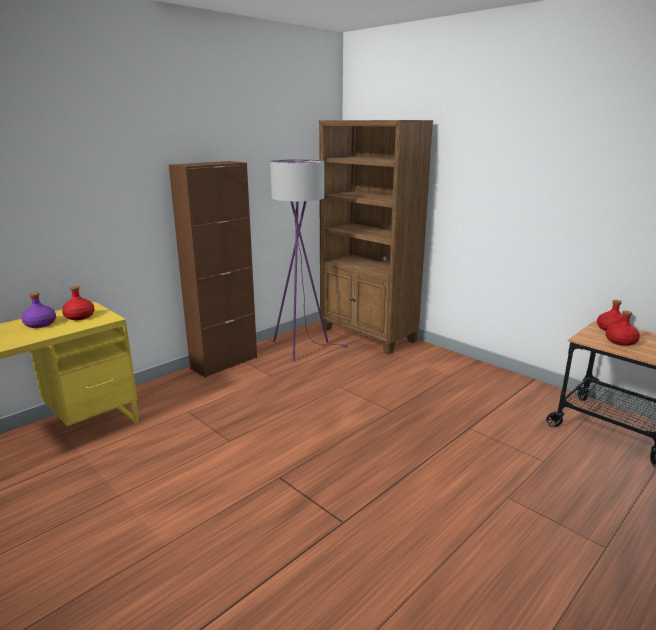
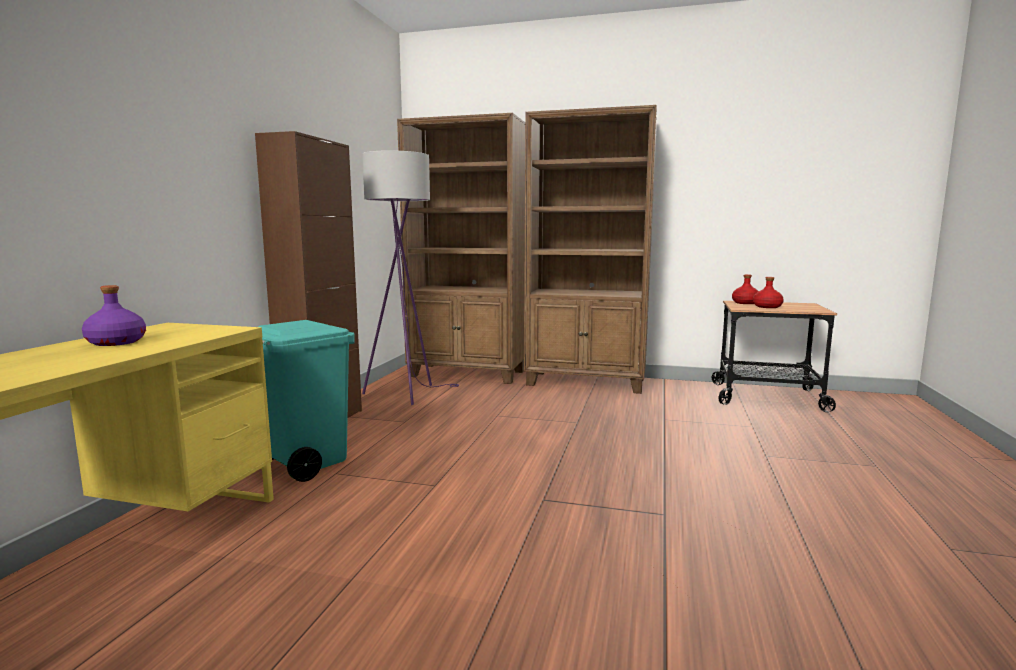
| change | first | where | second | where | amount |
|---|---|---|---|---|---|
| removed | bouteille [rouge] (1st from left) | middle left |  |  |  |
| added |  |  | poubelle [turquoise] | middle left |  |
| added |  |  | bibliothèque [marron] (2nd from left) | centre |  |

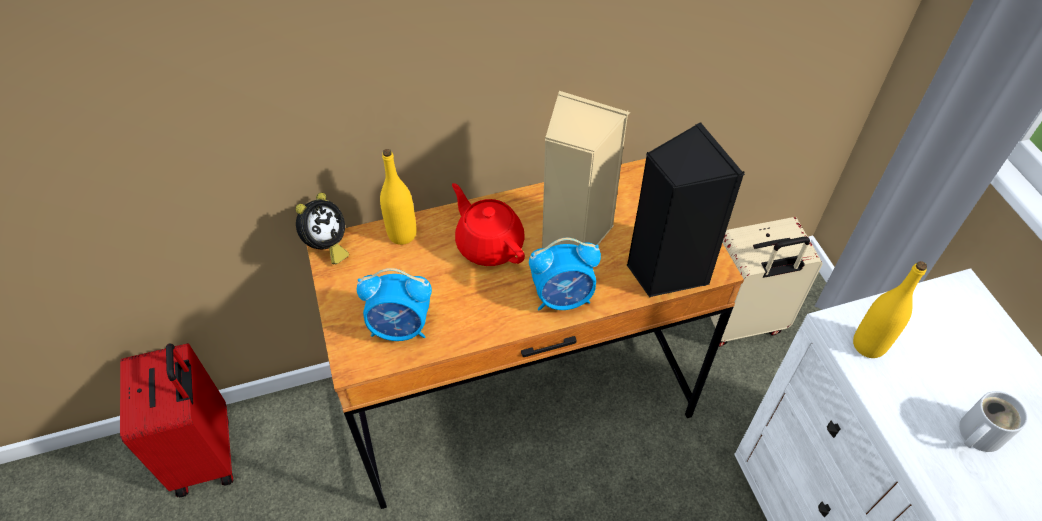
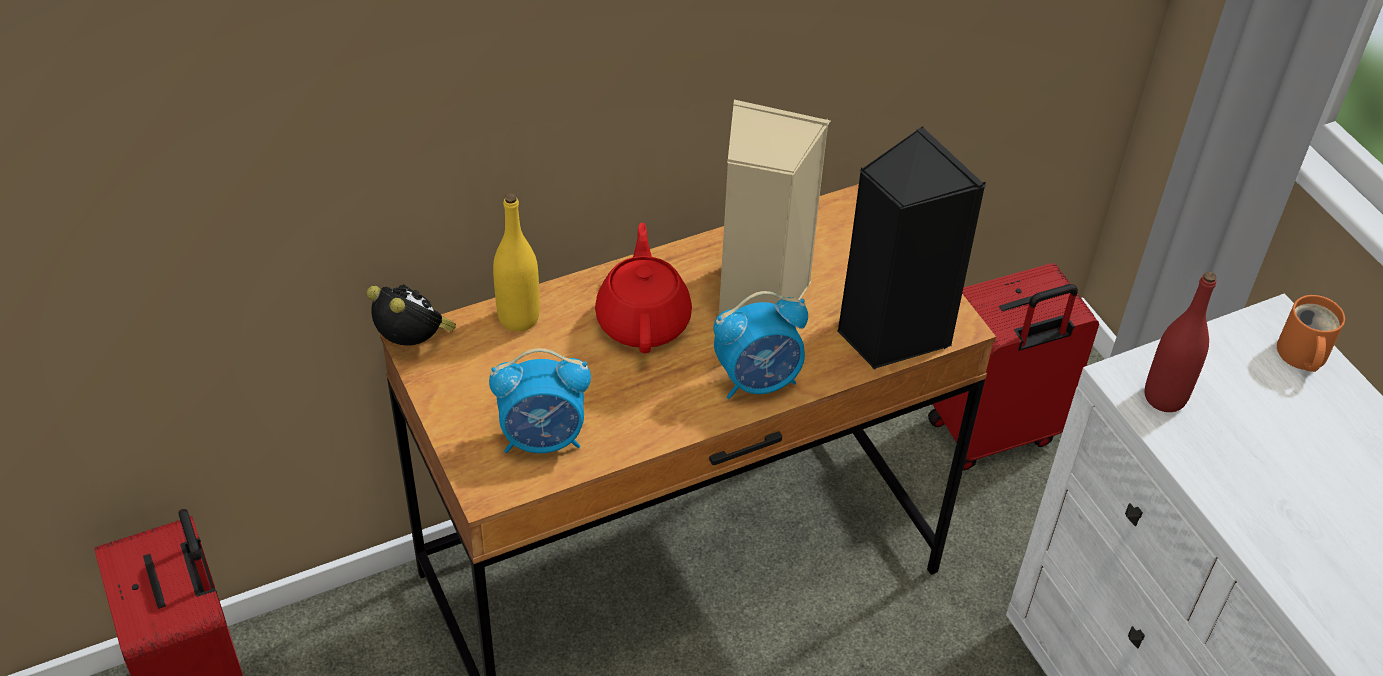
| change | first | where | second | where | amount |
|---|---|---|---|---|---|
| removed | mug [blanc] | bottom right |  |  |  |
| added |  |  | mug [orange] | middle right |  |
| recoloured | valise [beige] | middle right | valise [rouge] (2nd from left) | middle right |  |
| recoloured | bouteille [jaune] (2nd from left) | middle right | bouteille [rouge] | middle right |  |
| turned | réveil (1st from left) | middle left |  | middle left | 75 degrees counterclockwise |
| turned | théière [rouge] | centre |  | centre | 45 degrees clockwise |

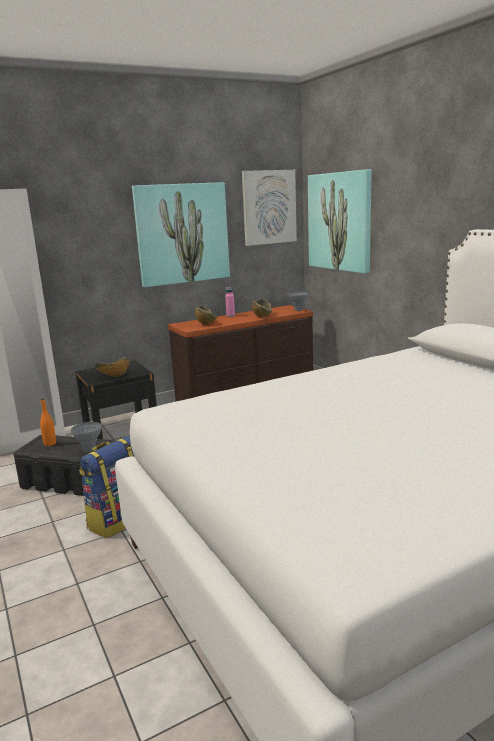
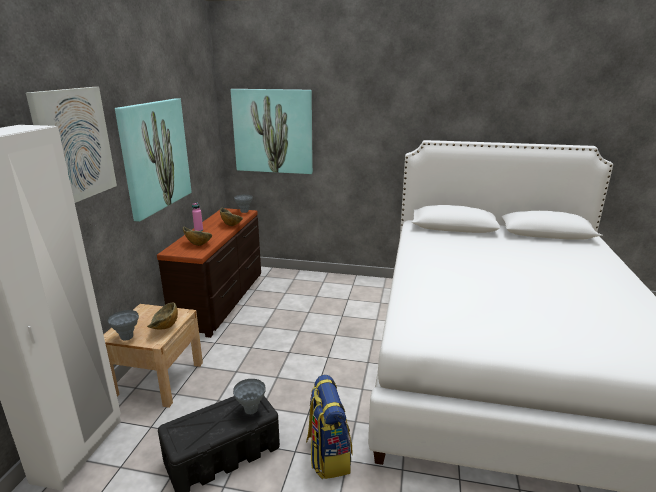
| change | first | where | second | where | amount |
|---|---|---|---|---|---|
| removed | bouteille [orange] | middle left |  |  |  |
| added |  |  | vase [gris] (1st from left) | middle left |  |
| moved | tableau (2nd from left in the first image) | top centre | tableau (1st from left) | top left |  |
| recoloured | table de chevet [noir] | middle left | table de chevet [beige] | bottom left |  |

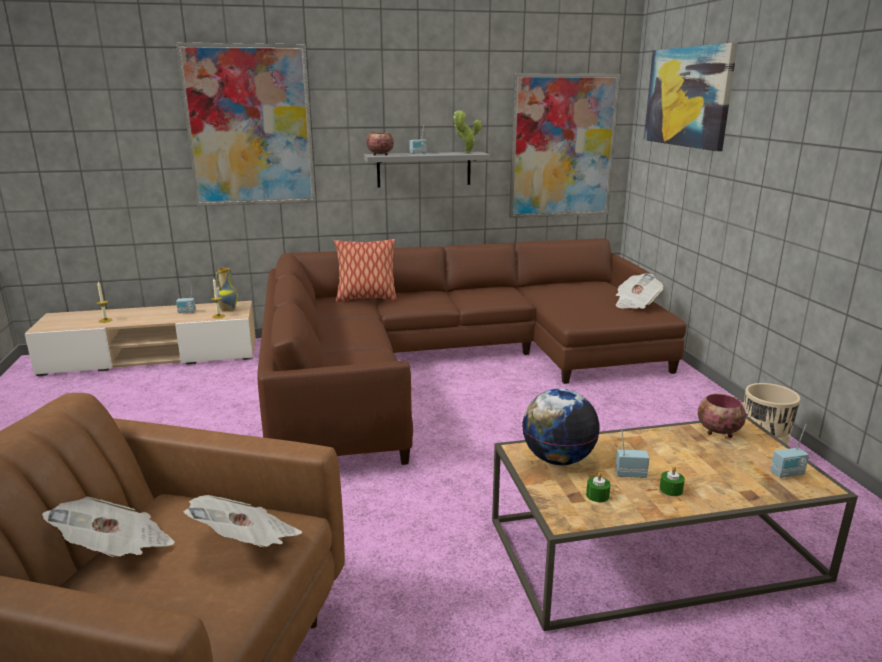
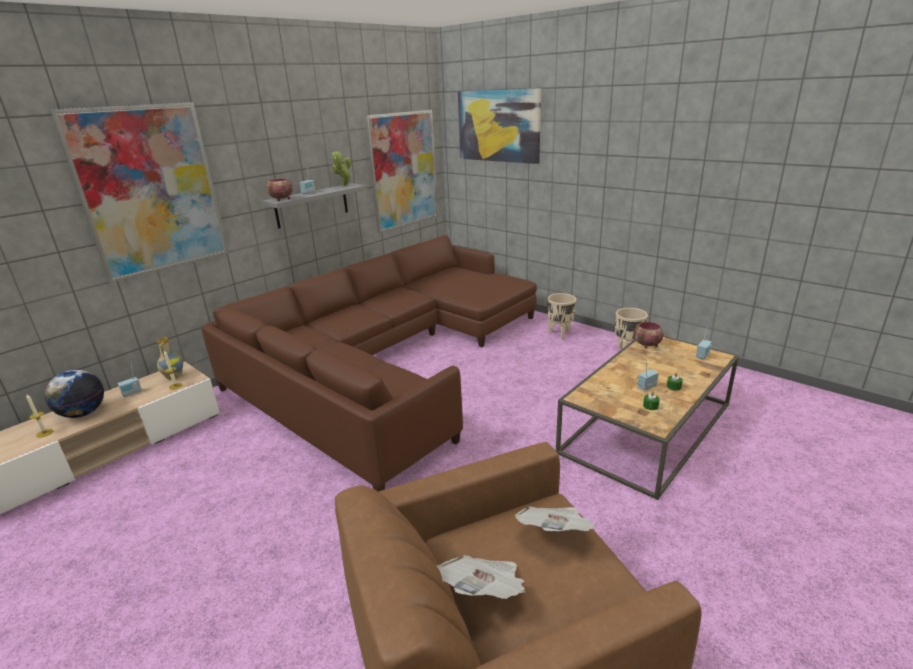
| change | first | where | second | where | amount |
|---|---|---|---|---|---|
| removed | coussin | centre |  |  |  |
| removed | journal (3rd from left) | middle right |  |  |  |
| added |  |  | cache-pot [beige] (1st from left) | centre |  |
| moved | globe | centre |  | middle left |  |

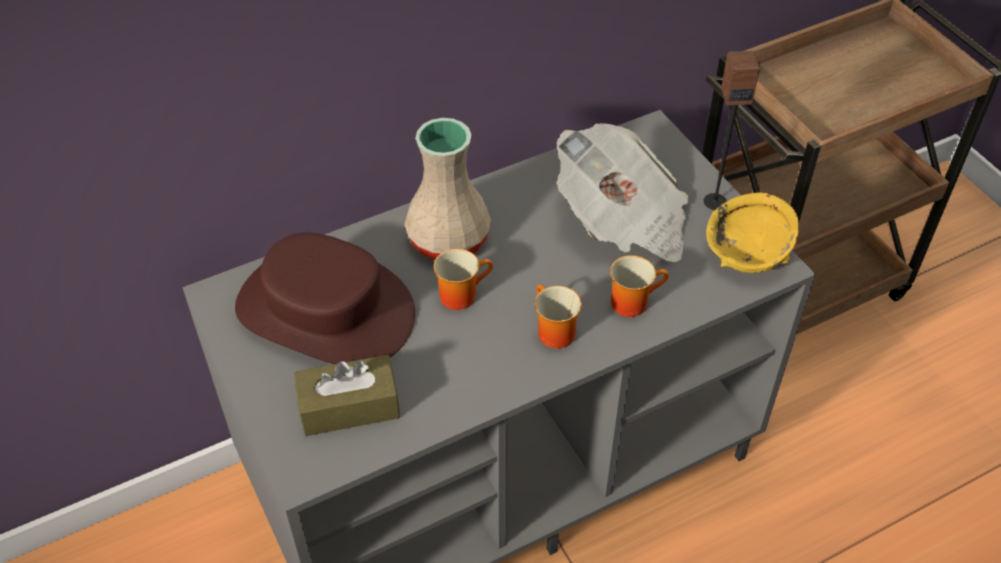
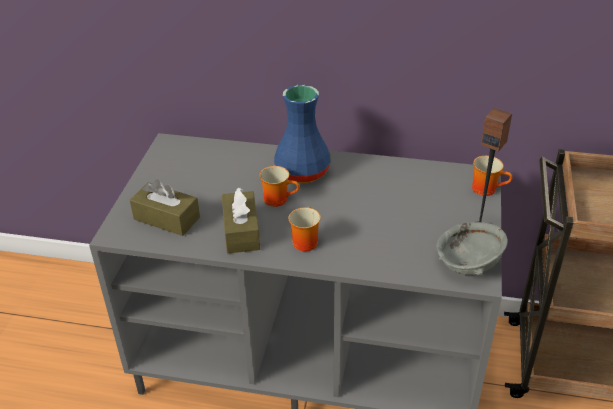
| change | first | where | second | where | amount |
|---|---|---|---|---|---|
| removed | chapeau [marron] | middle left |  |  |  |
| removed | journal | centre |  |  |  |
| added |  |  | boîte à mouchoirs [marron] (2nd from left) | centre |  |
| moved | mug (3rd from left) | centre |  | middle right |  |
| recoloured | vase [beige] | centre | vase [bleu] | top centre |  |
| recoloured | bol [jaune] | middle right | bol [gris] | middle right |  |

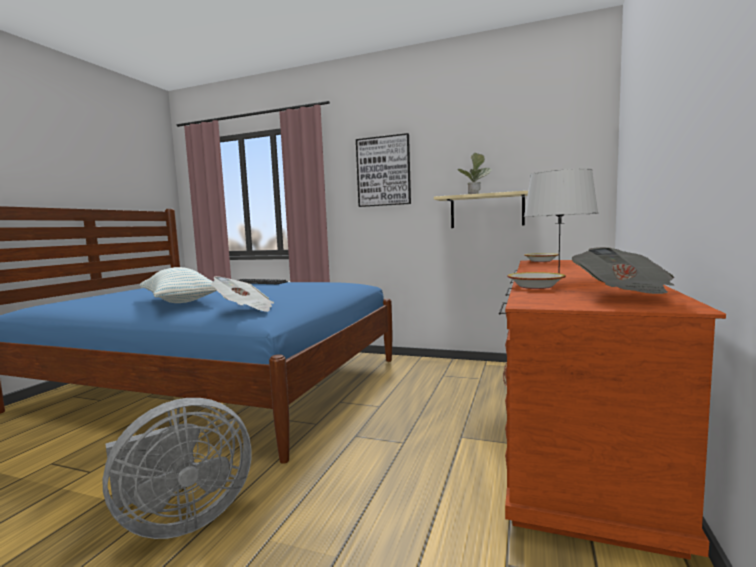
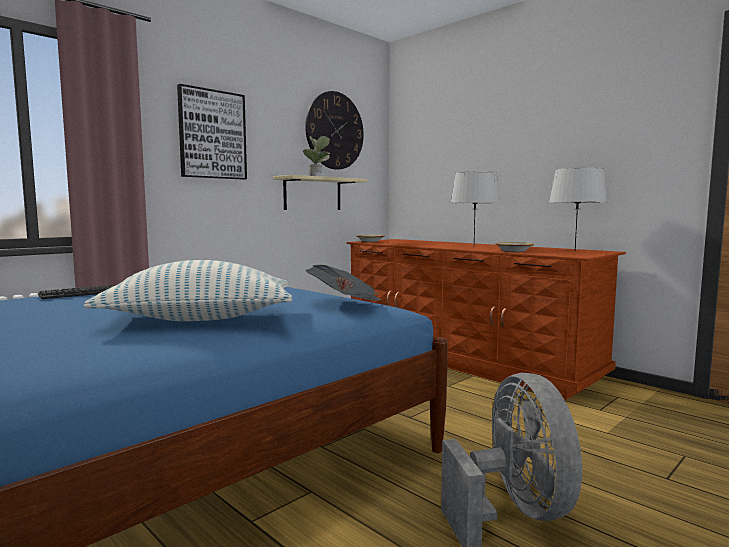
| change | first | where | second | where | amount |
|---|---|---|---|---|---|
| added |  |  | horloge murale | top centre |  |
| replaced | journal (2nd from left) | middle right | lampe de table [gris] (2nd from left) | middle right |  |

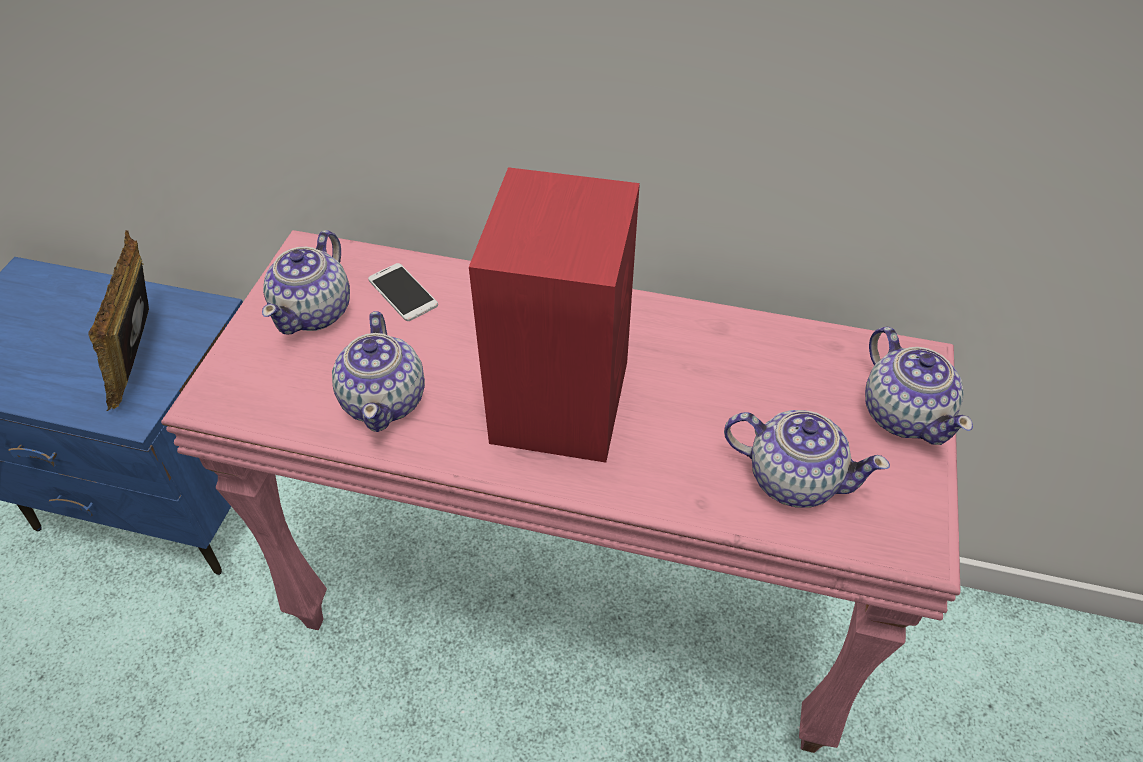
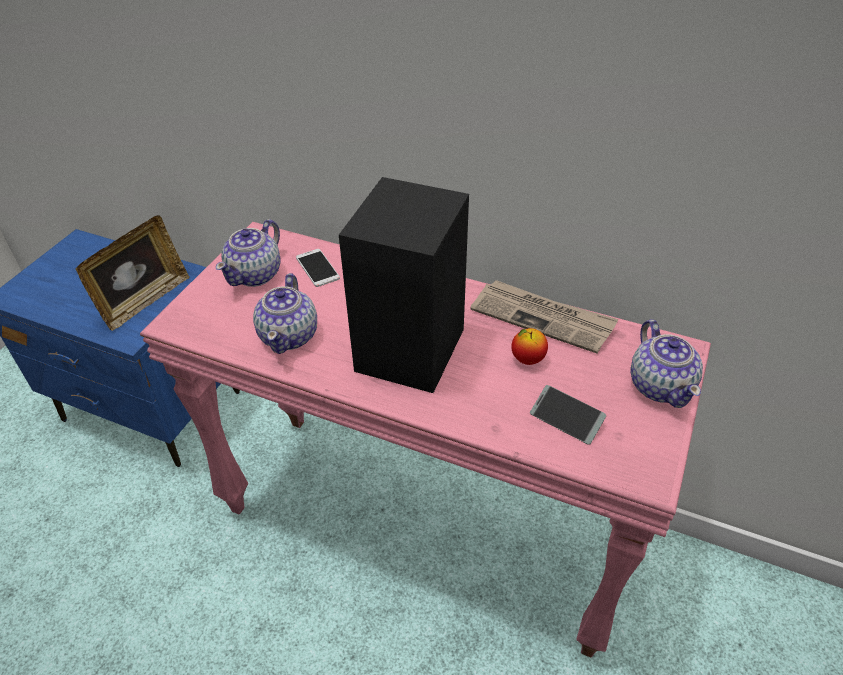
| change | first | where | second | where | amount |
|---|---|---|---|---|---|
| added |  |  | journal | centre |  |
| added |  |  | pomme | centre |  |
| replaced | théière (3rd from left) | middle right | téléphone (2nd from left) | middle right |  |
| recoloured | enceinte [rouge] | centre | enceinte [noir] | centre |  |
| turned | cadre photo | middle left |  | middle left | 150 degrees counterclockwise |

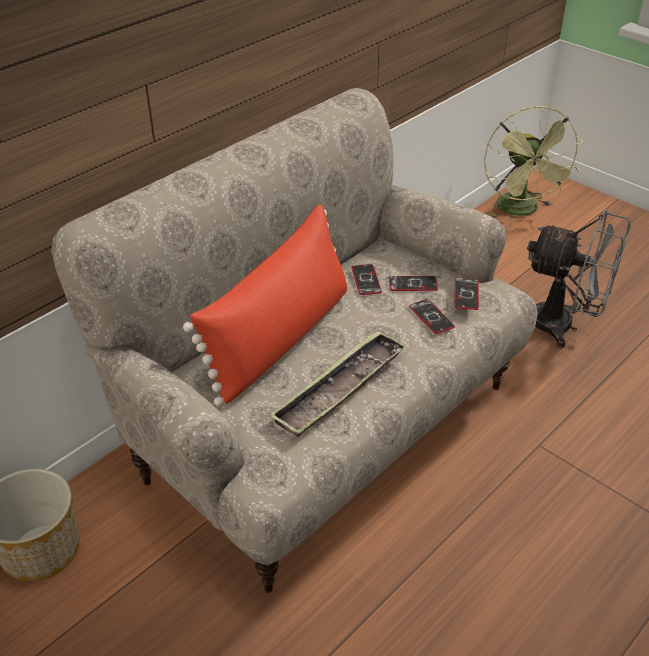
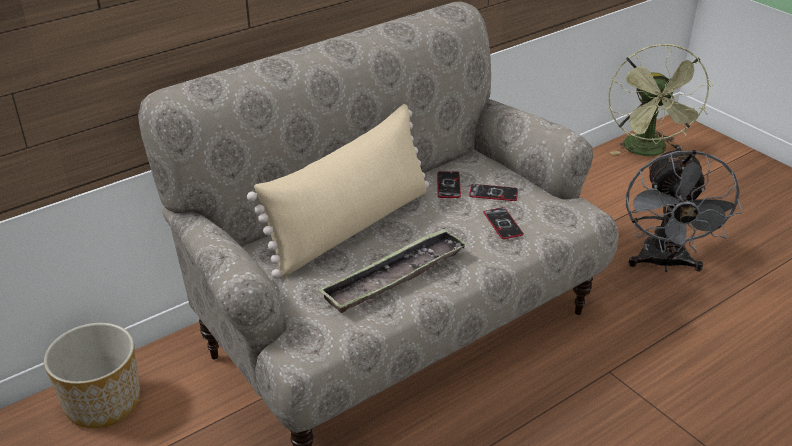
| change | first | where | second | where | amount |
|---|---|---|---|---|---|
| removed | téléphone (4th from left) | middle right |  |  |  |
| recoloured | coussin [rouge] | centre | coussin [beige] | centre |  |
| turned | ventilateur [gris] | middle right |  | middle right | 60 degrees clockwise |

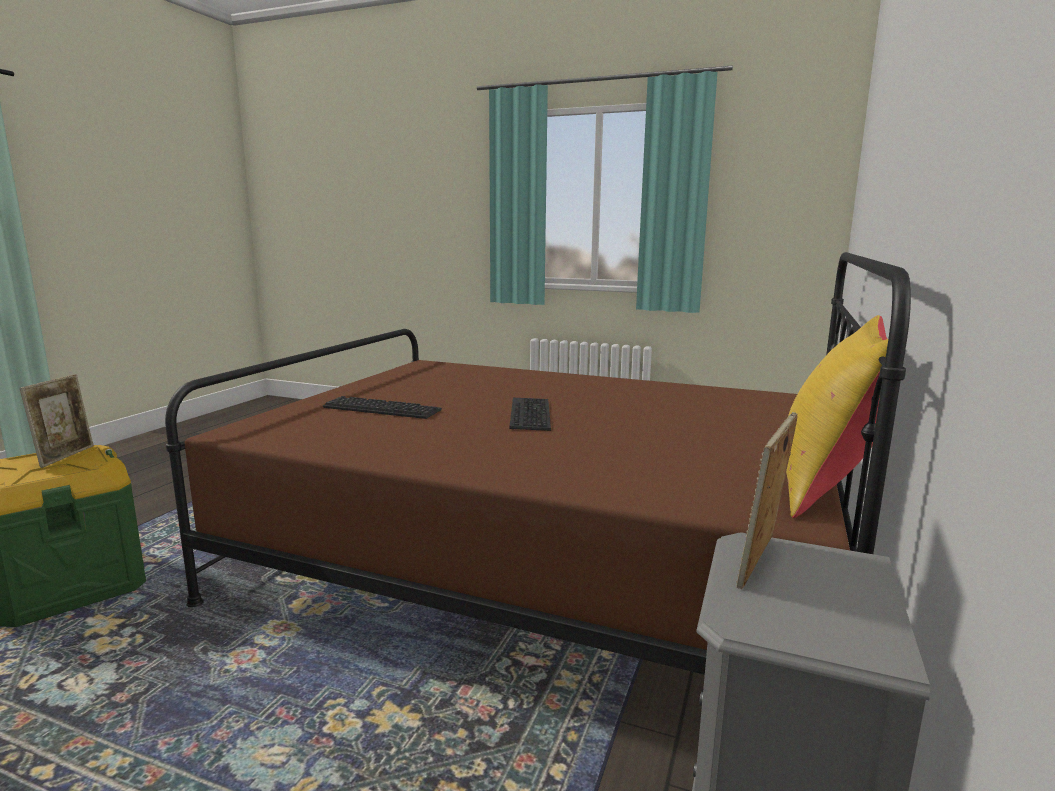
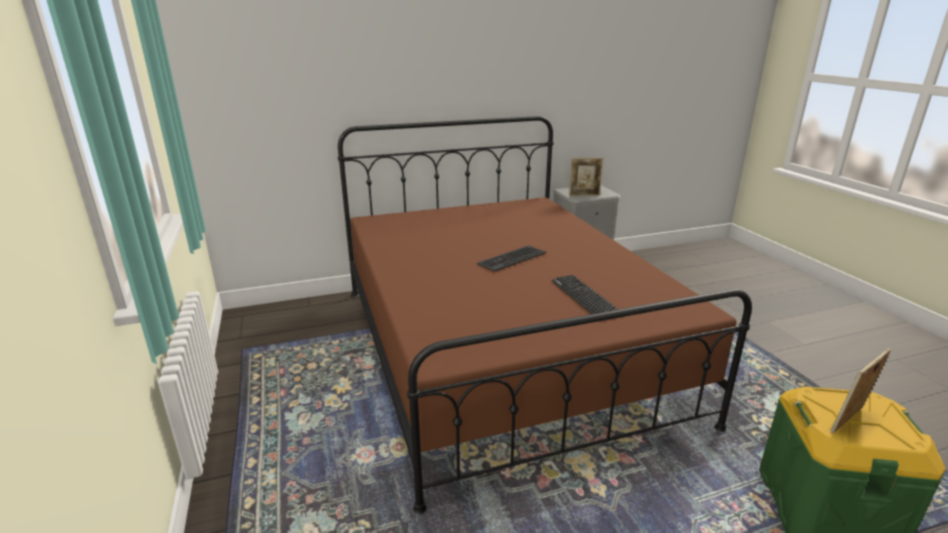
| change | first | where | second | where | amount |
|---|---|---|---|---|---|
| removed | coussin [jaune] | middle right |  |  |  |

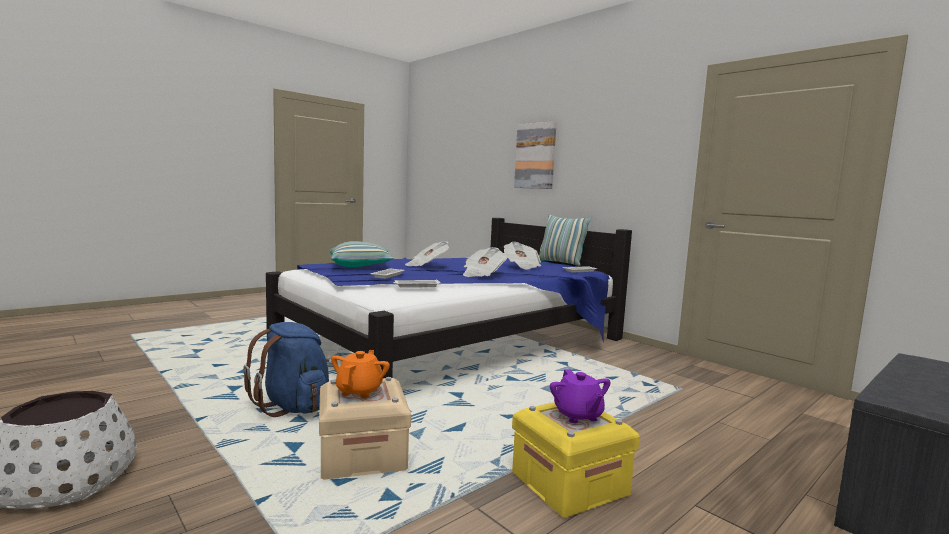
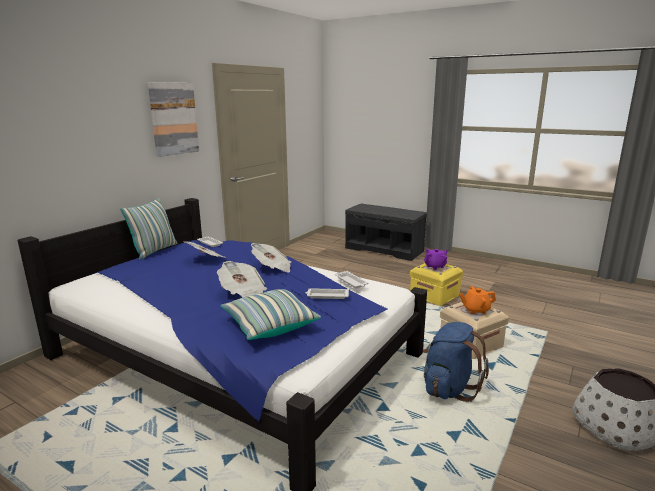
| change | first | where | second | where | amount |
|---|---|---|---|---|---|
| moved | tableau | top centre |  | top left |  |

